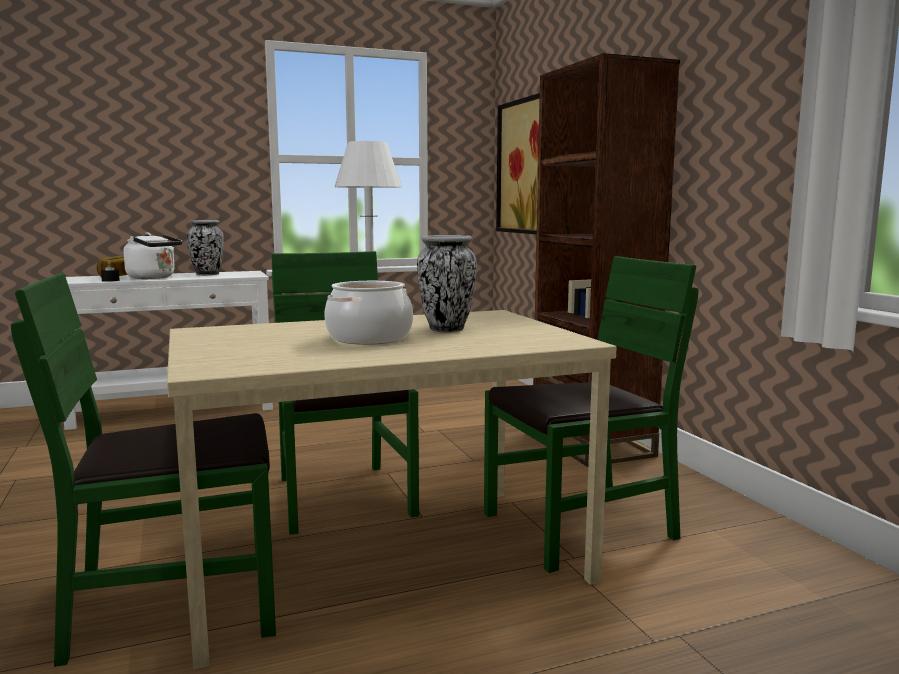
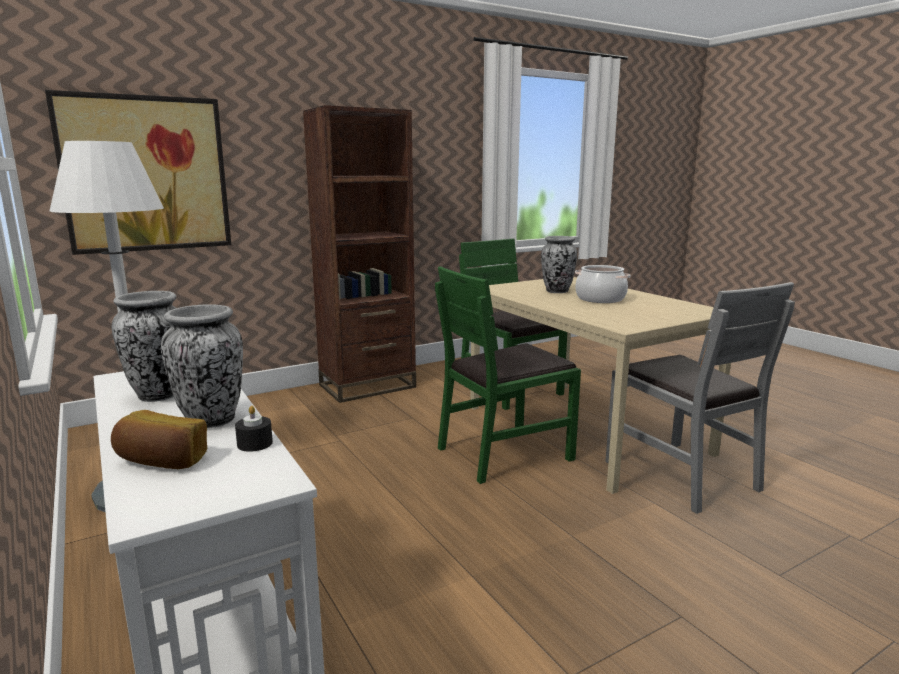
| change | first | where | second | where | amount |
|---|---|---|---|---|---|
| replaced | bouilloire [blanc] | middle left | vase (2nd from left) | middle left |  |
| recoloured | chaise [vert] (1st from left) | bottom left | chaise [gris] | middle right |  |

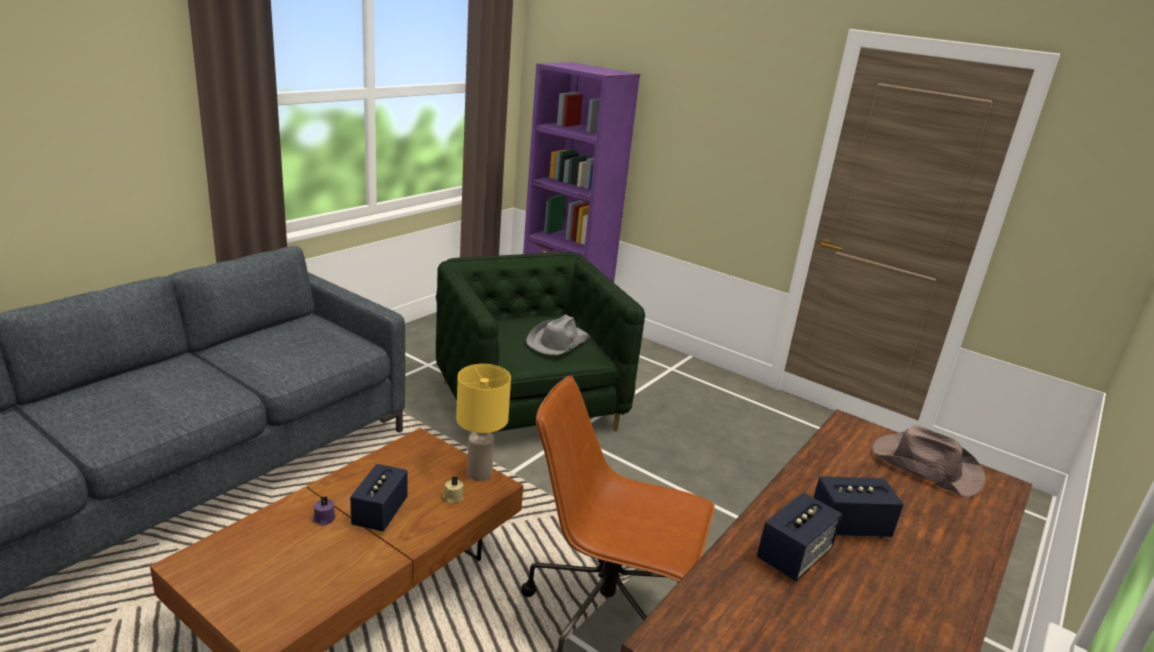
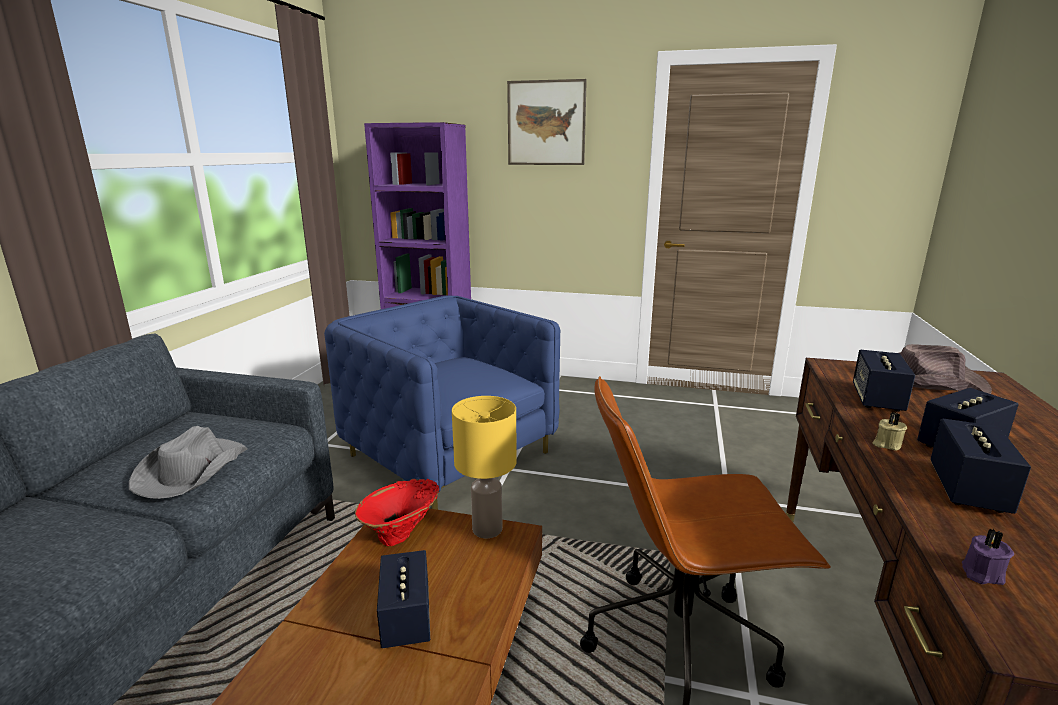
| change | first | where | second | where | amount |
|---|---|---|---|---|---|
| added |  |  | vase [rouge] | bottom centre |  |
| added |  |  | tableau | top centre |  |
| added |  |  | enceinte (2nd from left) | middle right |  |
| moved | bougie [violet] | bottom left |  | bottom right |  |
| moved | bougie [beige] | bottom centre |  | middle right |  |
| moved | chapeau [gris] | centre |  | middle left |  |
| recoloured | fauteuil [vert] | centre | fauteuil [bleu] | centre |  |

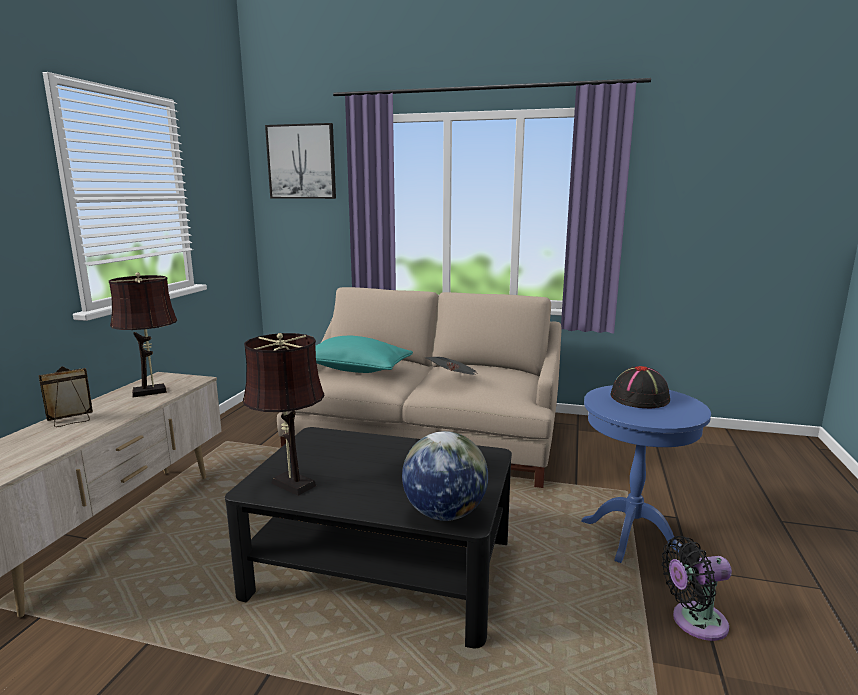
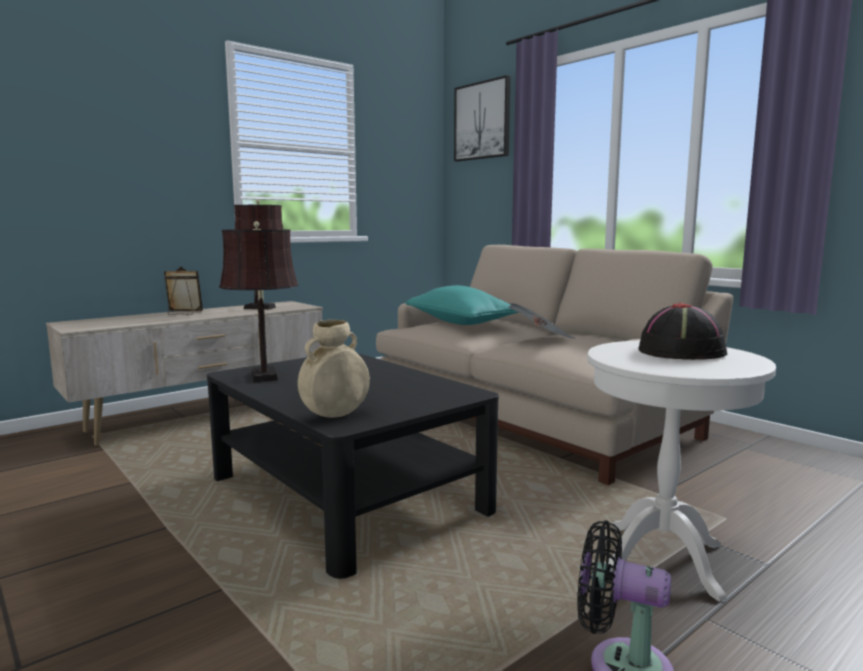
| change | first | where | second | where | amount |
|---|---|---|---|---|---|
| replaced | globe | bottom centre | vase [beige] | centre |  |
| recoloured | table d'appoint [bleu] | bottom right | table d'appoint [blanc] | bottom right |  |

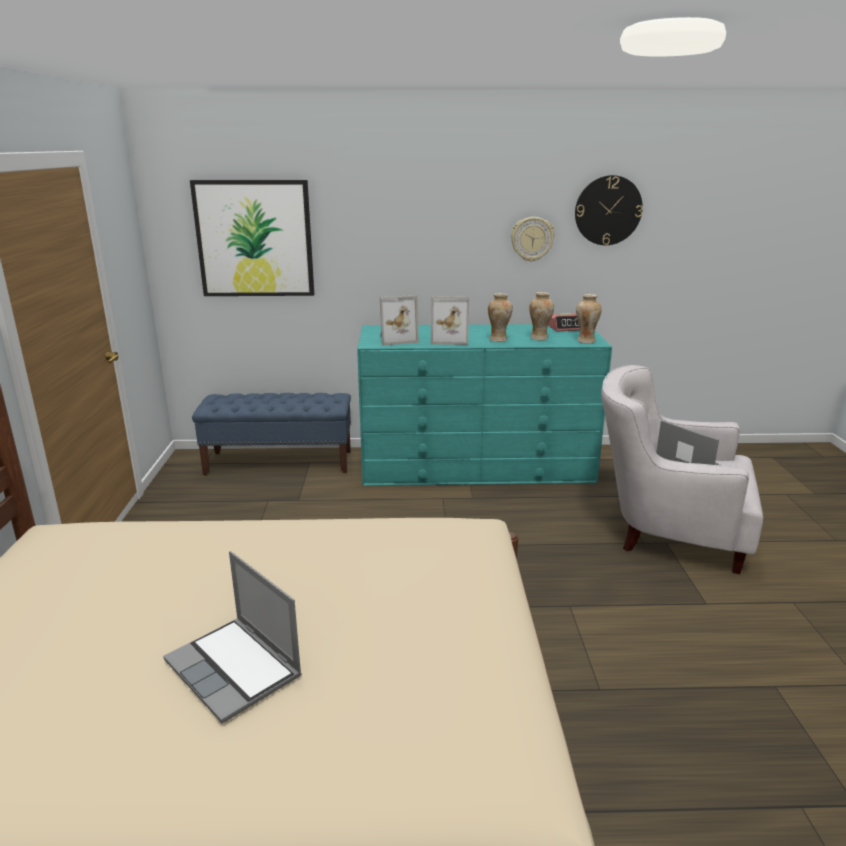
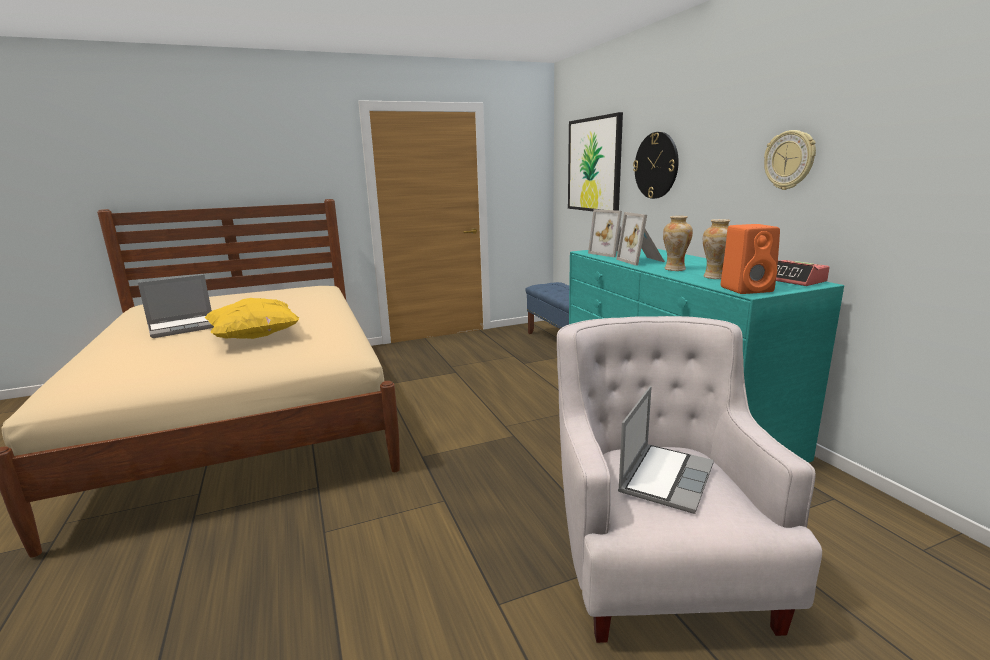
| change | first | where | second | where | amount |
|---|---|---|---|---|---|
| added |  |  | coussin [jaune] | middle left |  |
| moved | horloge murale (2nd from left in the first image) | top right | horloge murale (1st from left) | top centre |  |
| replaced | vase (3rd from left) | middle right | enceinte [orange] | middle right |  |
| turned | ordinateur portable (1st from left) | bottom left |  | middle left | 150 degrees counterclockwise |

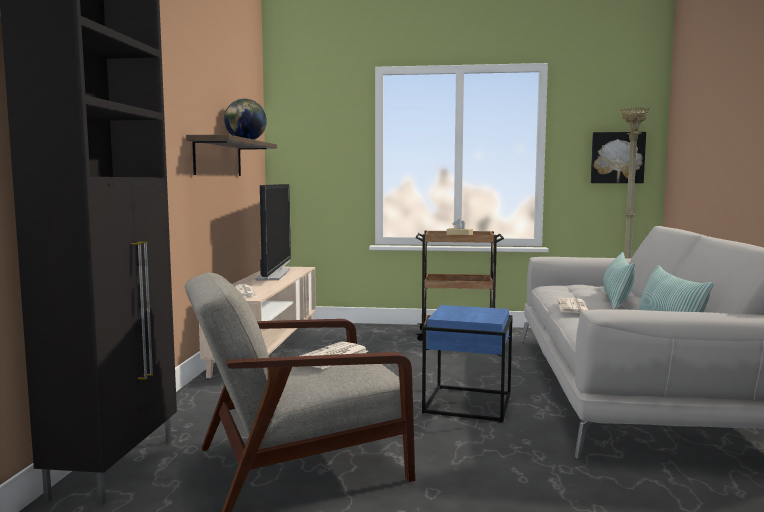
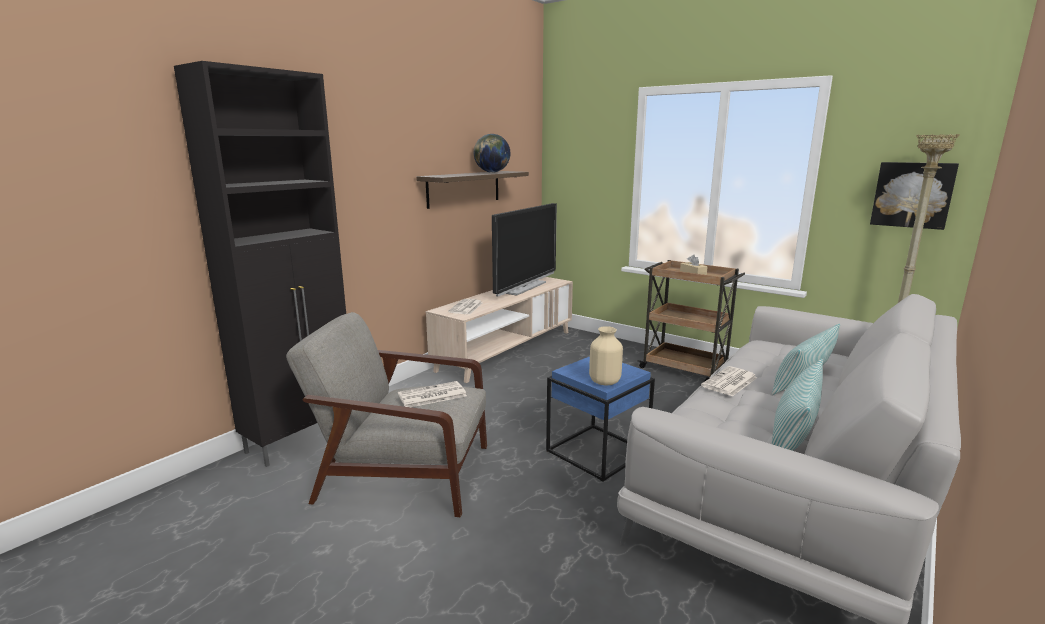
| change | first | where | second | where | amount |
|---|---|---|---|---|---|
| added |  |  | vase [beige] | centre |  |

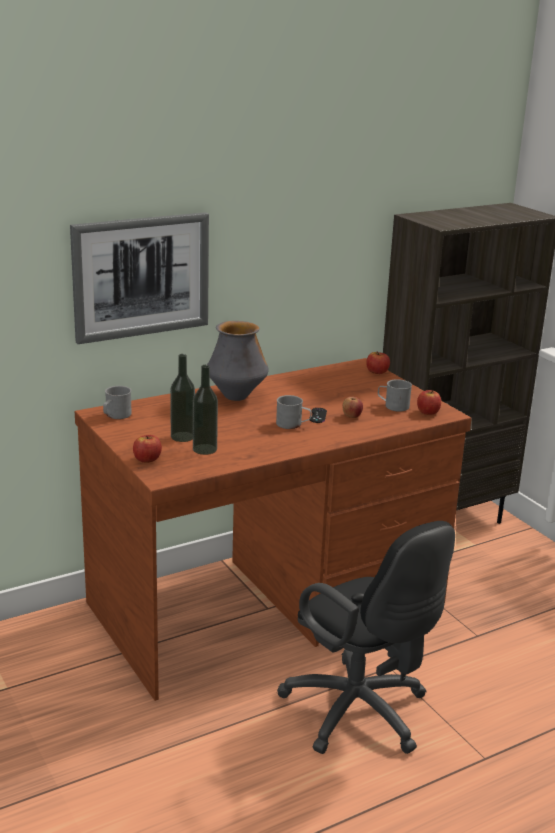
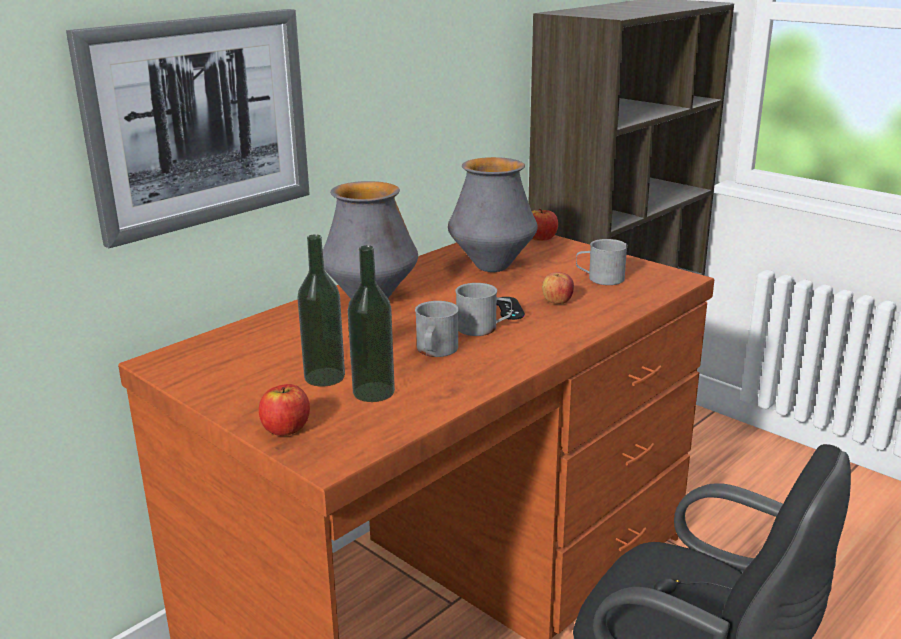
| change | first | where | second | where | amount |
|---|---|---|---|---|---|
| removed | pomme (4th from left) | middle right |  |  |  |
| added |  |  | vase (2nd from left) | centre |  |
| moved | mug [gris] (1st from left) | middle left |  | centre |  |

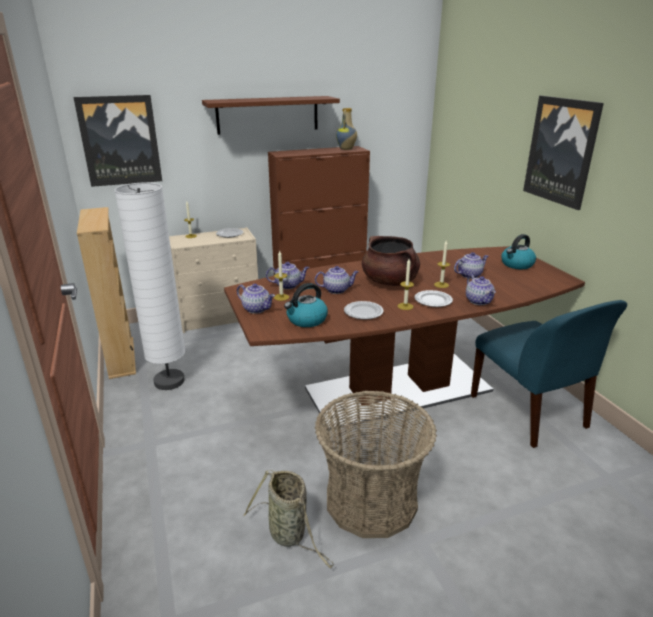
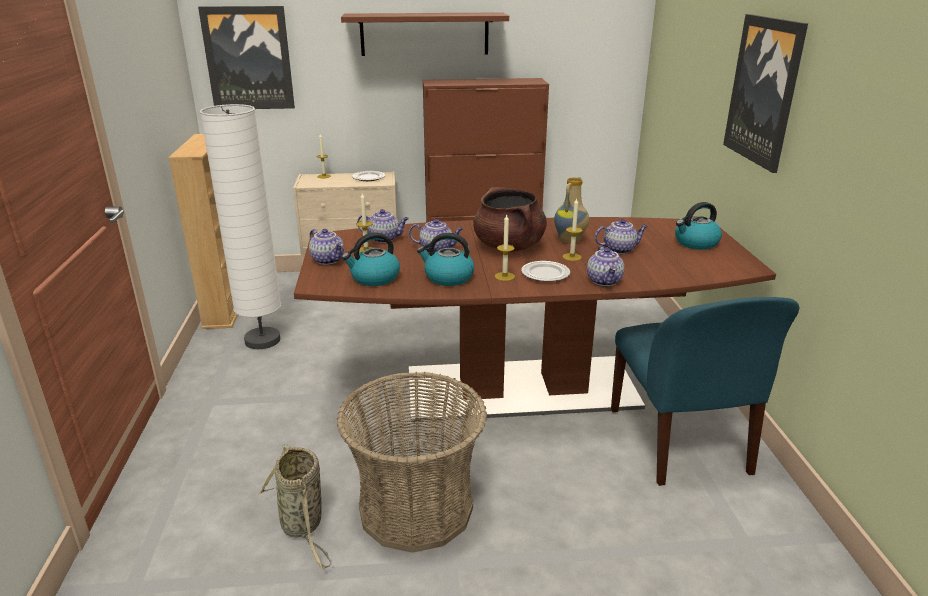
| change | first | where | second | where | amount |
|---|---|---|---|---|---|
| moved | vase | top centre |  | centre |  |
| replaced | assiette (2nd from left) | centre | bouilloire (2nd from left) | centre |  |

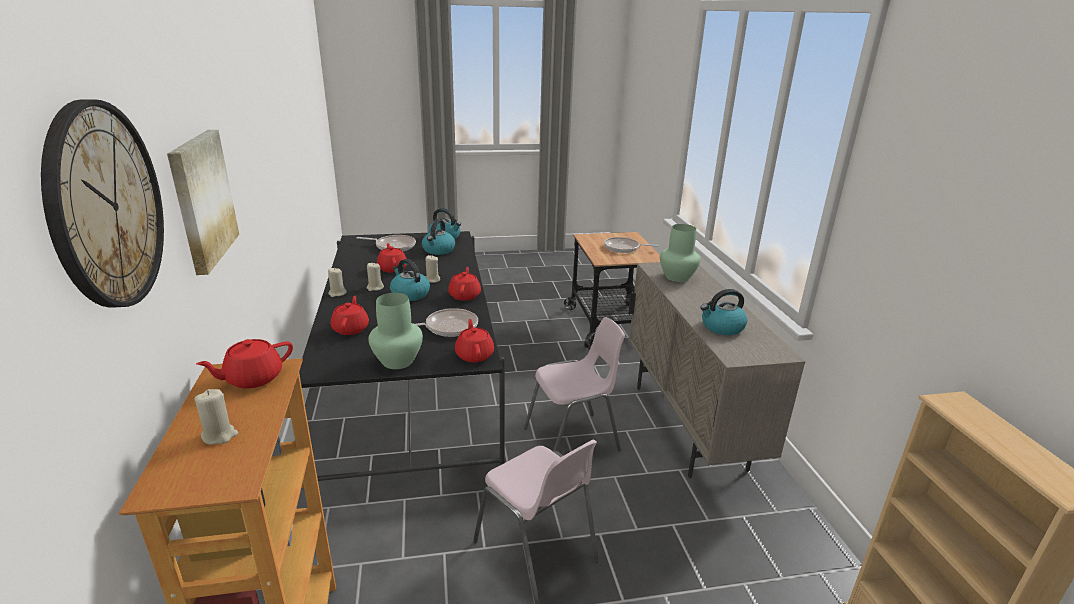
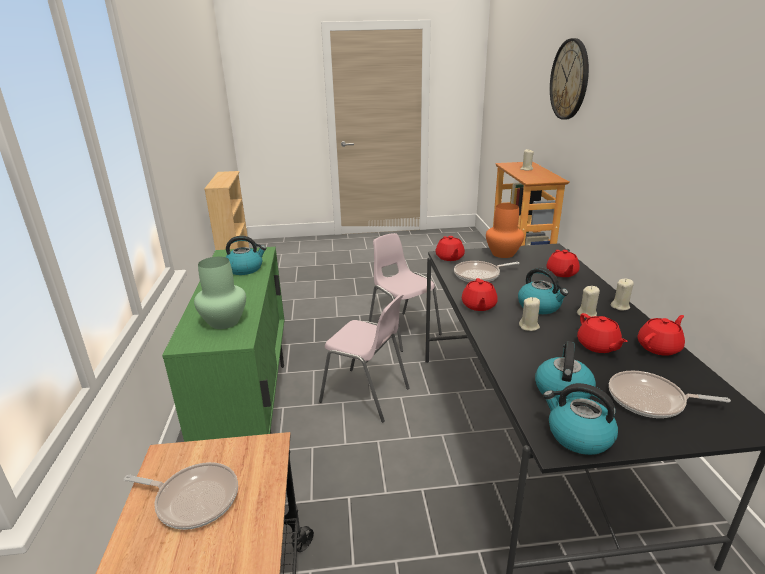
| change | first | where | second | where | amount |
|---|---|---|---|---|---|
| removed | tableau | middle left |  |  |  |
| moved | théière [rouge] (1st from left in the first image) | middle left | théière [rouge] (5th from left) | middle right |  |
| recoloured | vase [vert] (1st from left) | centre | vase [orange] | centre |  |
| recoloured | meuble de rangement [beige] | middle right | meuble de rangement [vert] | middle left |  |
| turned | chaise [rose] (2nd from left in the first image) | centre | chaise [rose] (1st from left) | centre | 135 degrees counterclockwise |

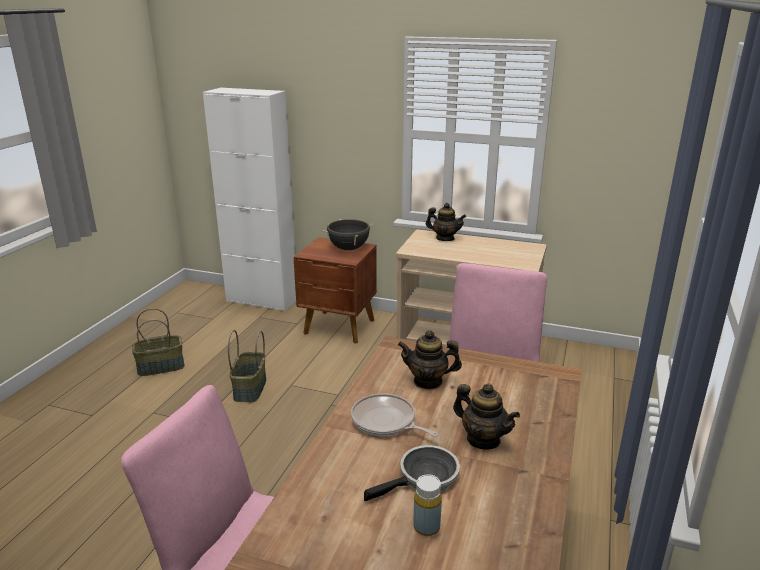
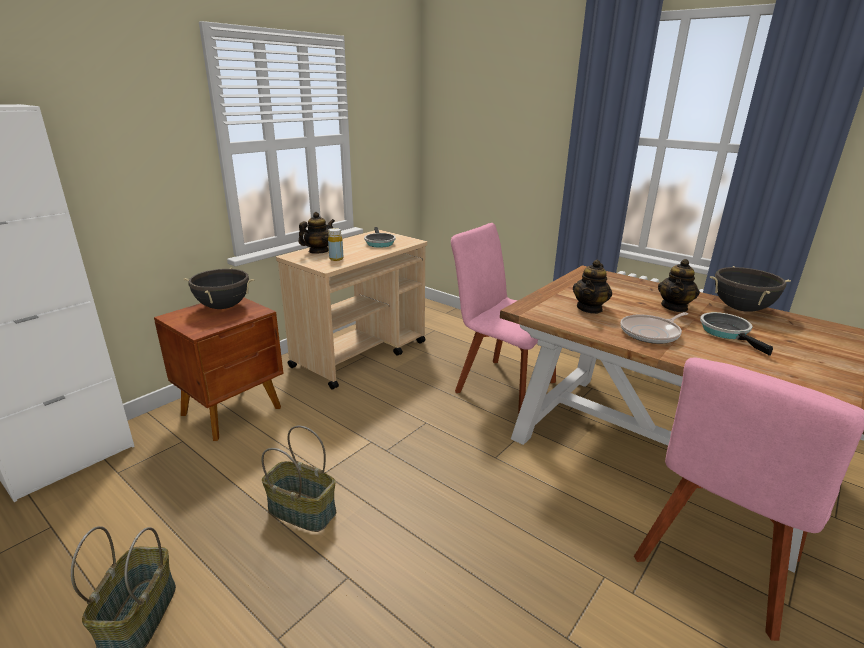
| change | first | where | second | where | amount |
|---|---|---|---|---|---|
| added |  |  | poêle (1st from left) | centre |  |
| added |  |  | marmite [noir] (2nd from left) | middle right |  |
| moved | bouteille [jaune] | bottom centre |  | centre |  |
| turned | théière (3rd from left) | bottom centre |  | middle right | 150 degrees clockwise |

